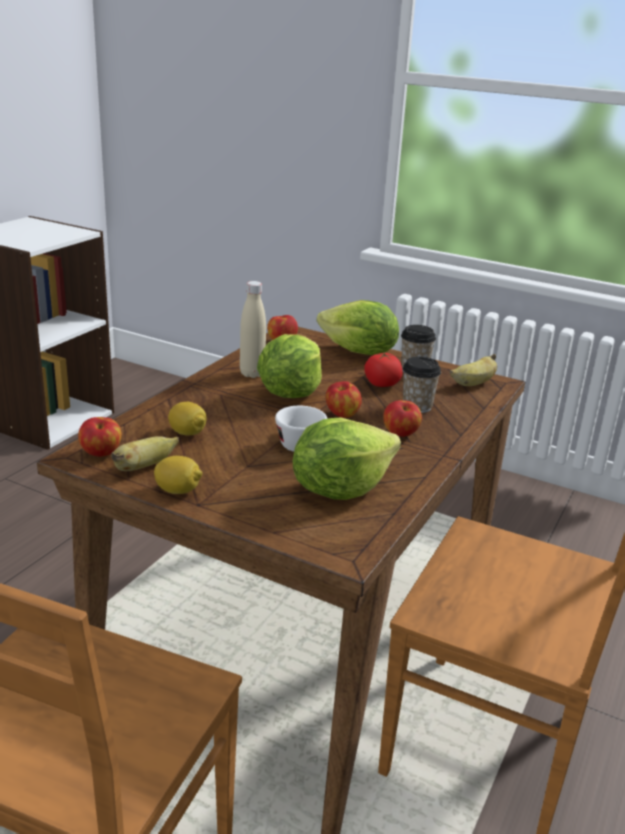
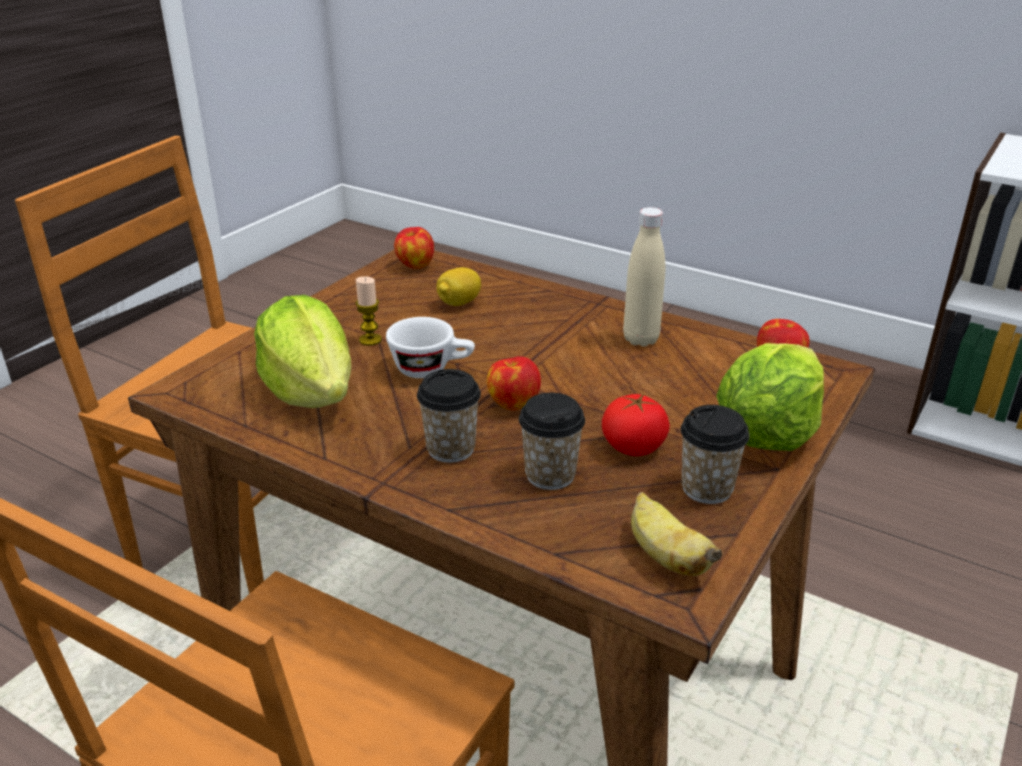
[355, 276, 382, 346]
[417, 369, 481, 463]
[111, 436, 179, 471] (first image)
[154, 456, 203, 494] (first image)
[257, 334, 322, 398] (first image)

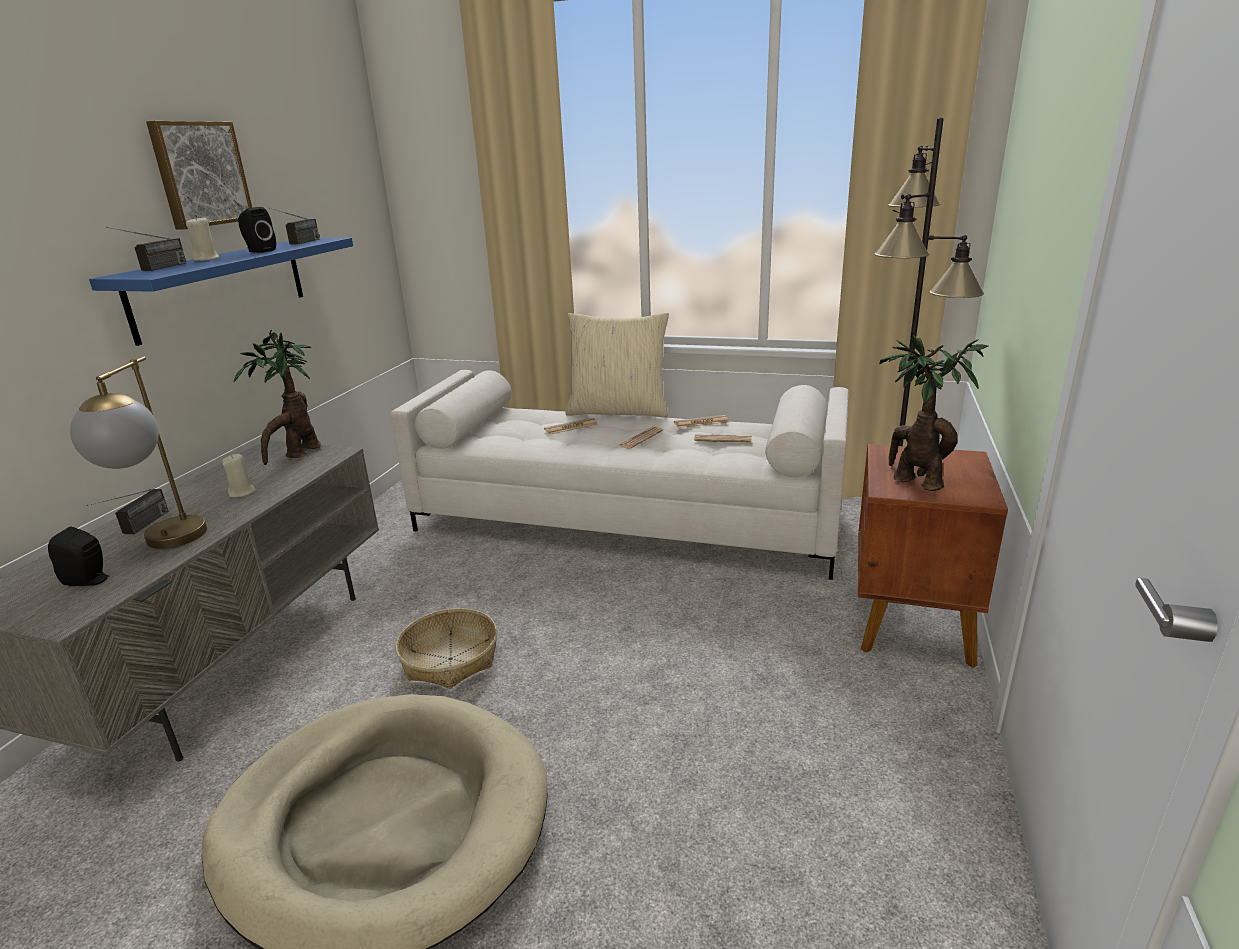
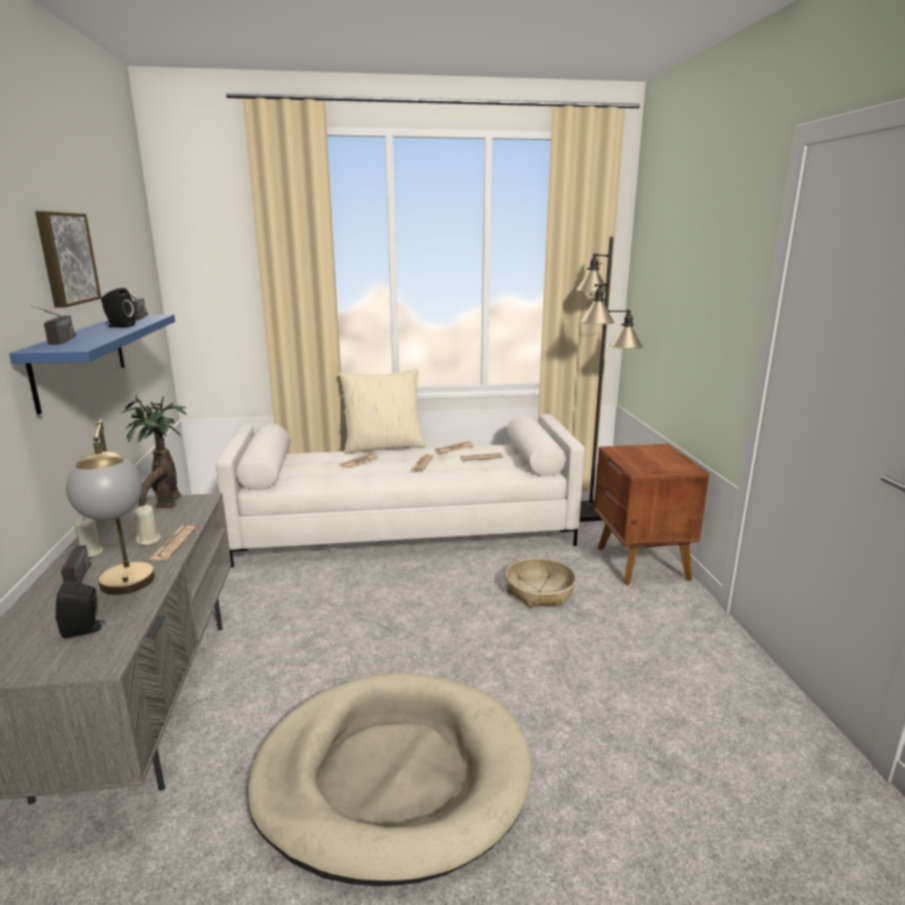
[75, 516, 104, 557]
[150, 525, 195, 560]
[505, 558, 576, 608]
[879, 335, 988, 491] (first image)

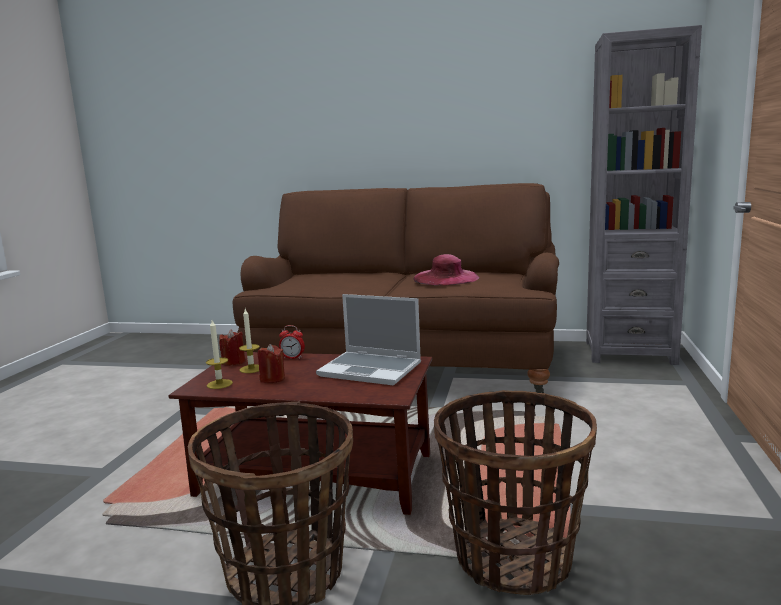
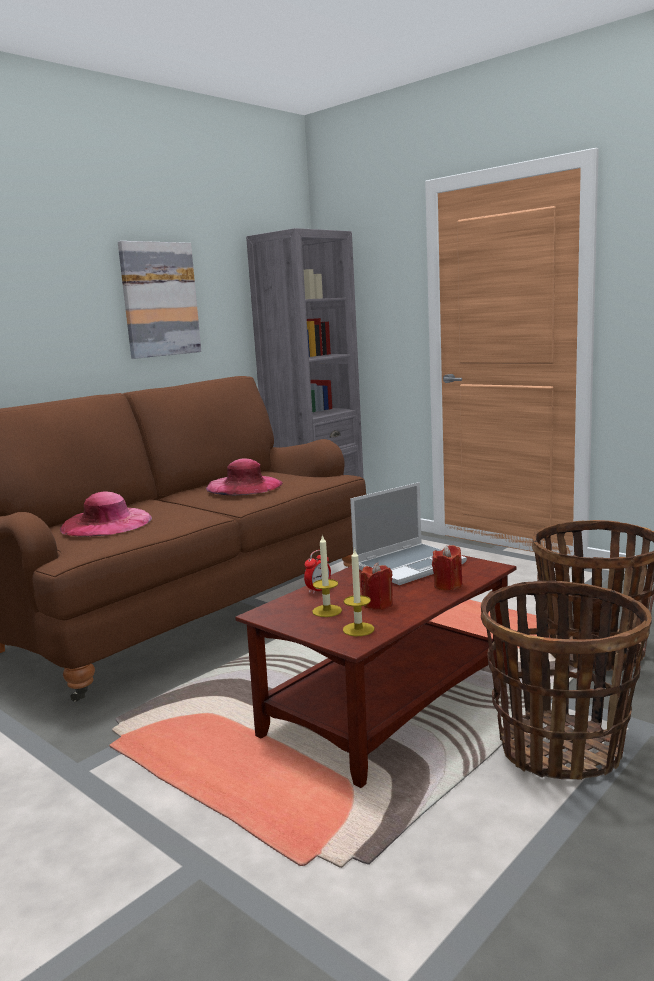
[60, 491, 152, 537]
[118, 241, 201, 359]
[432, 545, 463, 590]

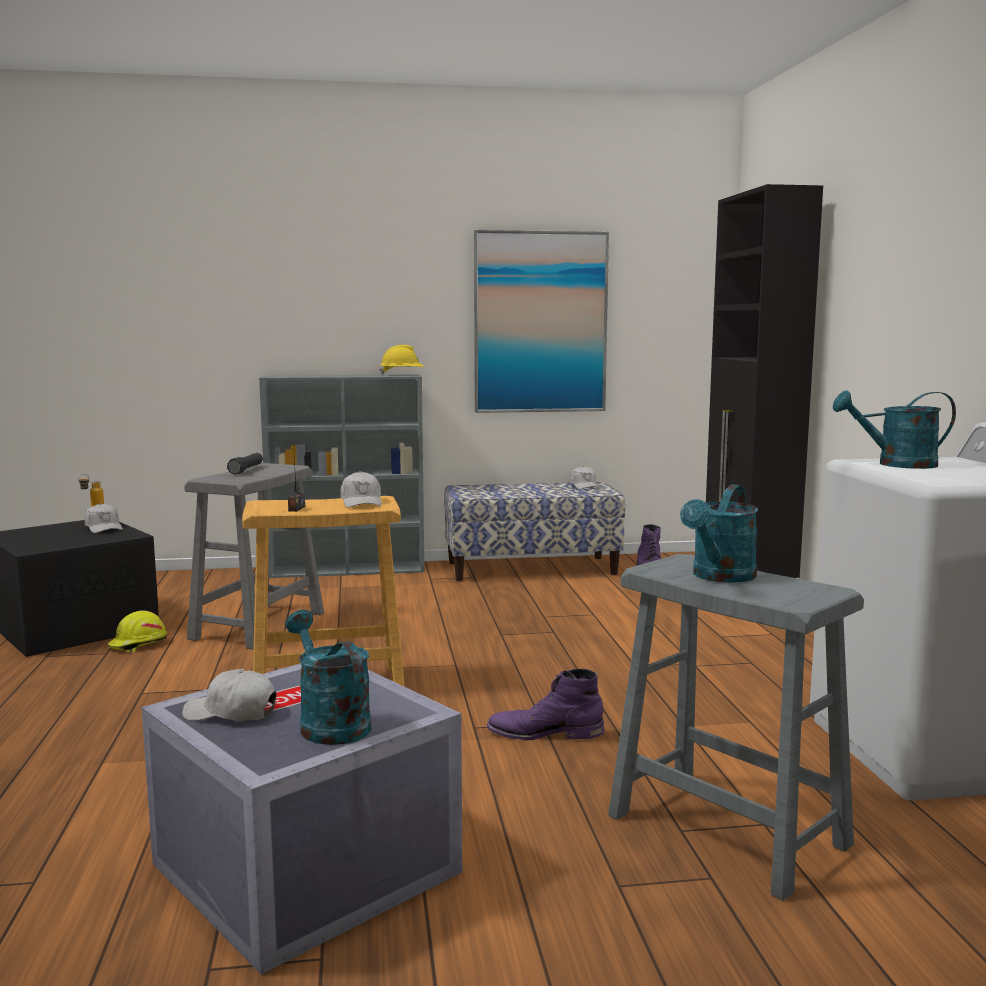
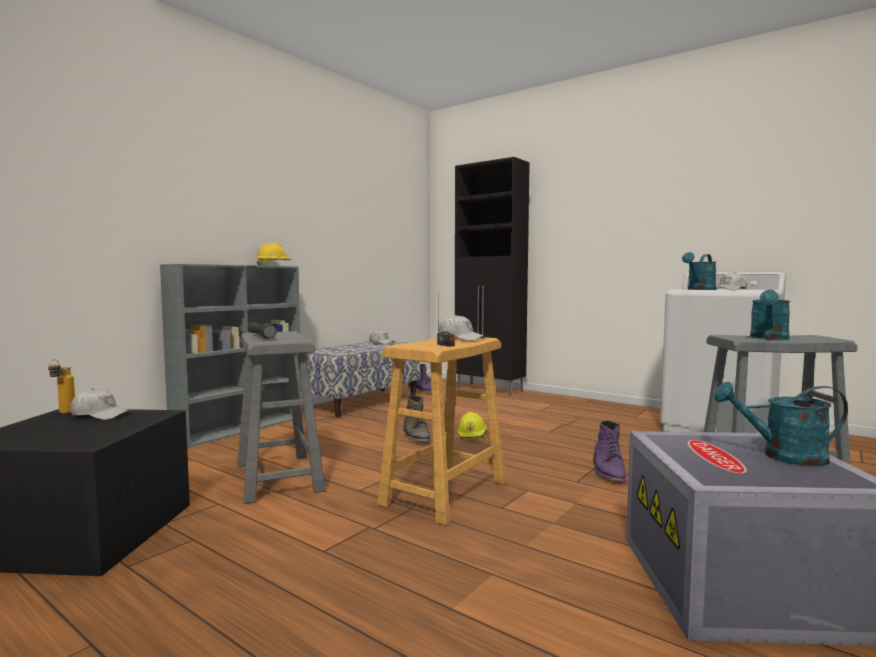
[403, 395, 431, 442]
[457, 412, 487, 439]
[593, 420, 627, 482]
[714, 272, 747, 290]
[750, 290, 791, 339]
[474, 230, 609, 413] (first image)

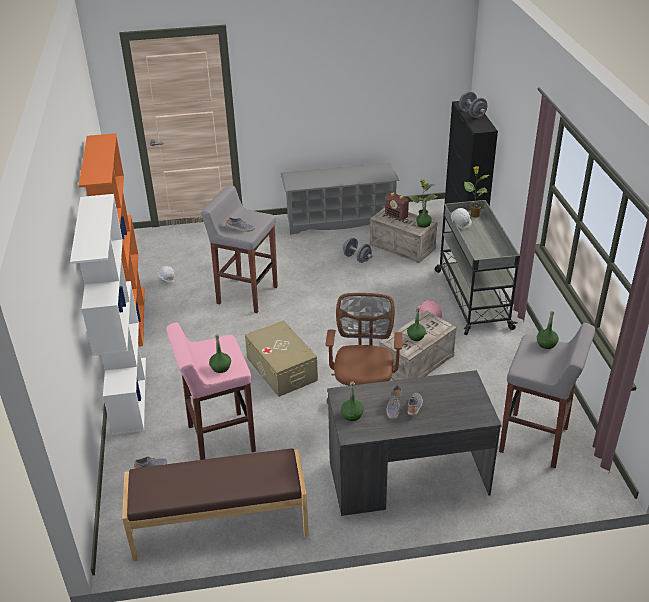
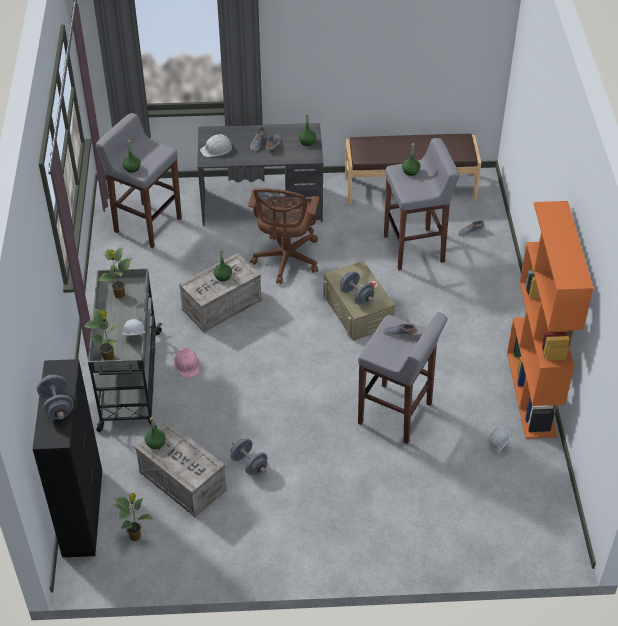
[98, 247, 132, 299]
[200, 134, 232, 157]
[340, 272, 374, 305]
[384, 138, 460, 270]
[70, 194, 146, 435] (first image)
[281, 163, 399, 235] (first image)
[385, 193, 409, 221] (first image)

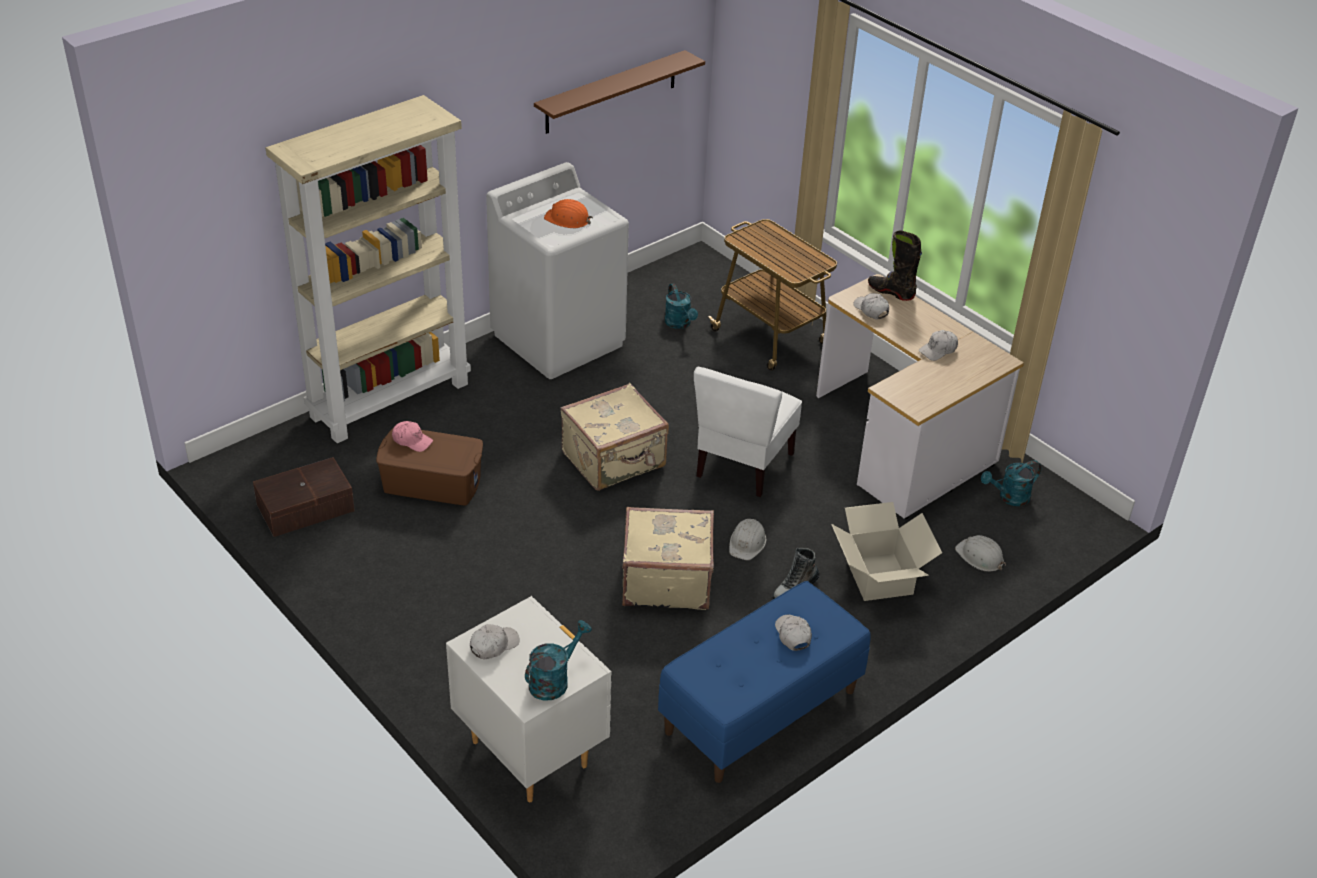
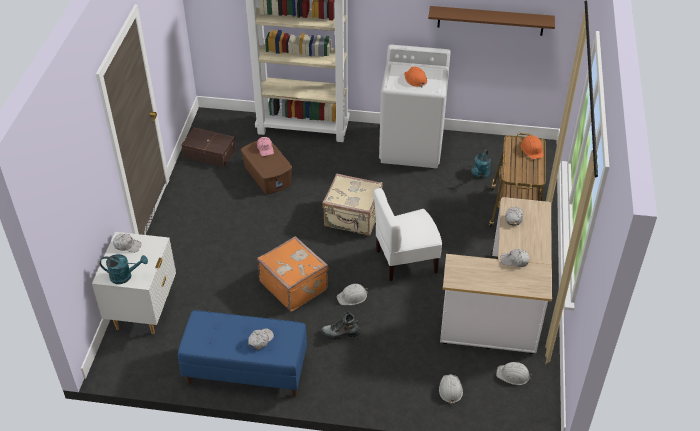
[257, 236, 329, 312]
[496, 362, 532, 385]
[521, 135, 543, 159]
[831, 502, 942, 601] (first image)
[868, 231, 922, 301] (first image)

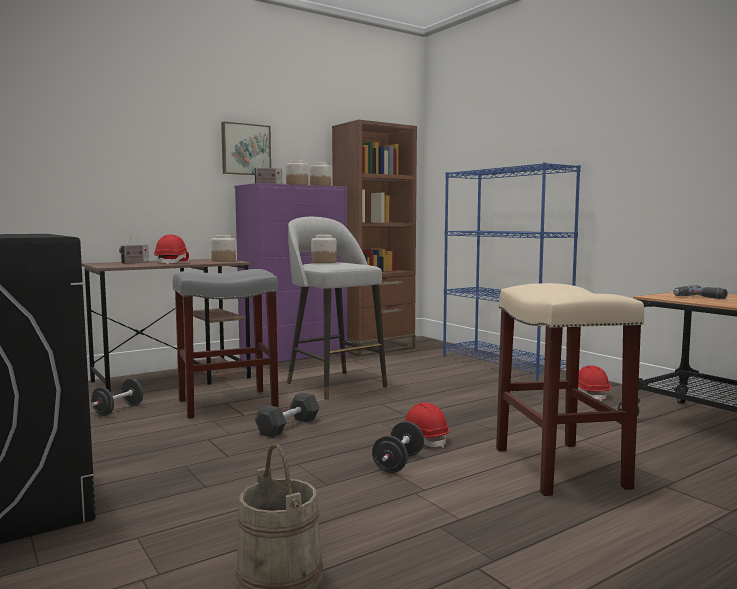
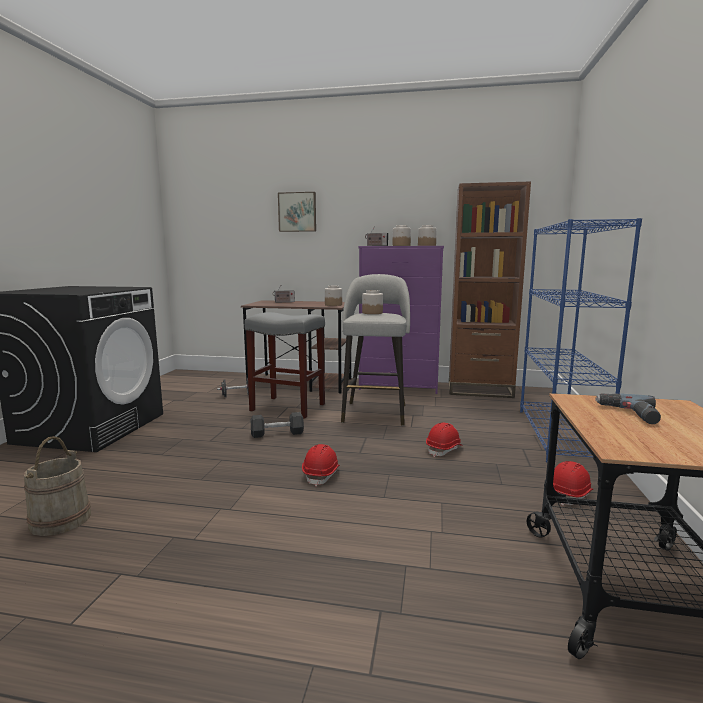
[278, 192, 316, 232]
[426, 422, 463, 457]
[372, 421, 424, 473] (first image)
[496, 283, 644, 496] (first image)

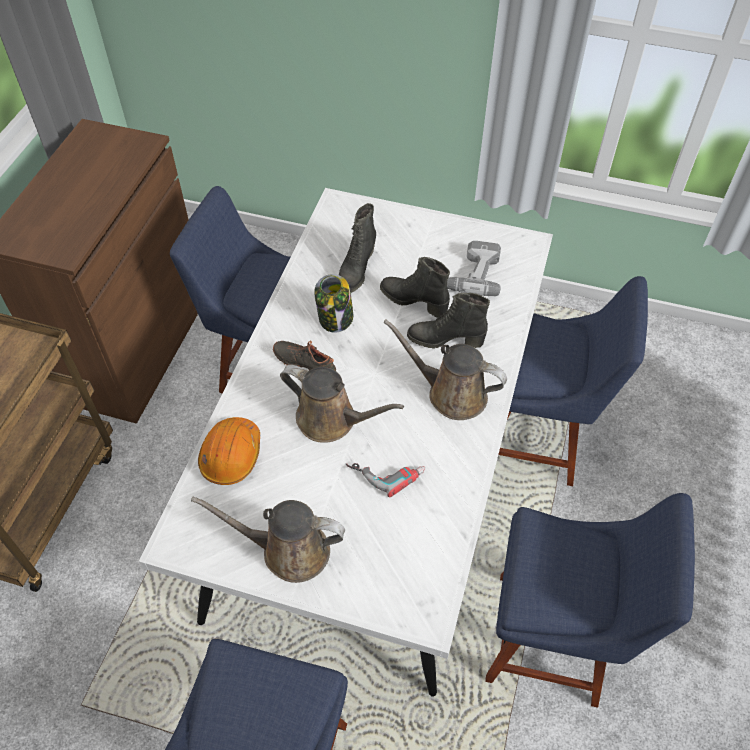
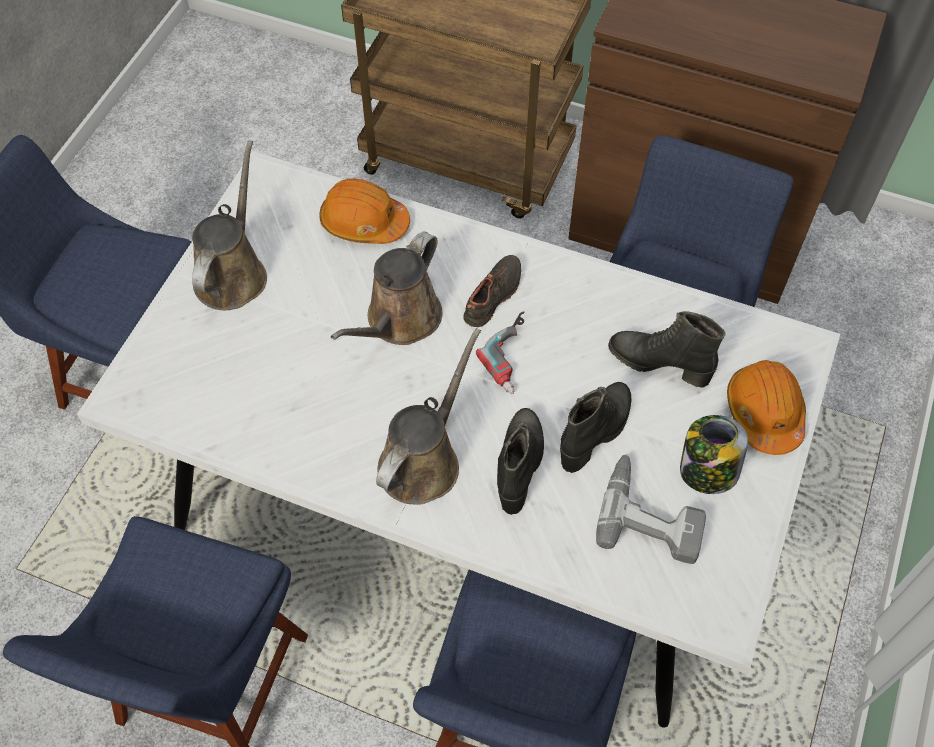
[476, 311, 525, 394]
[680, 415, 748, 494]
[727, 360, 806, 455]

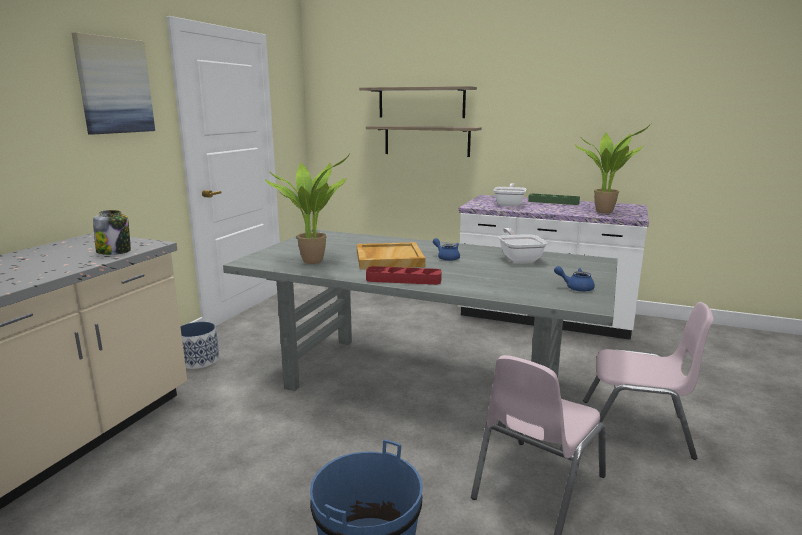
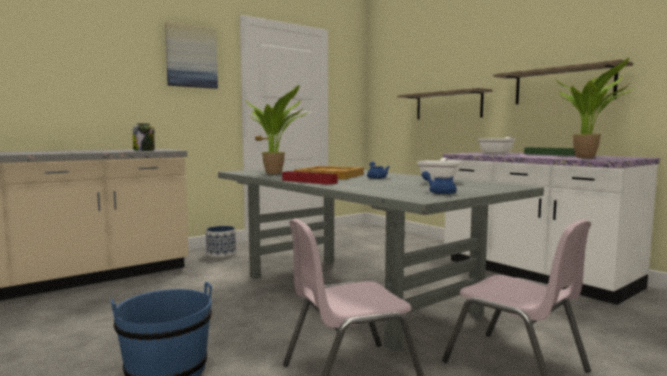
[493, 59, 633, 104]

